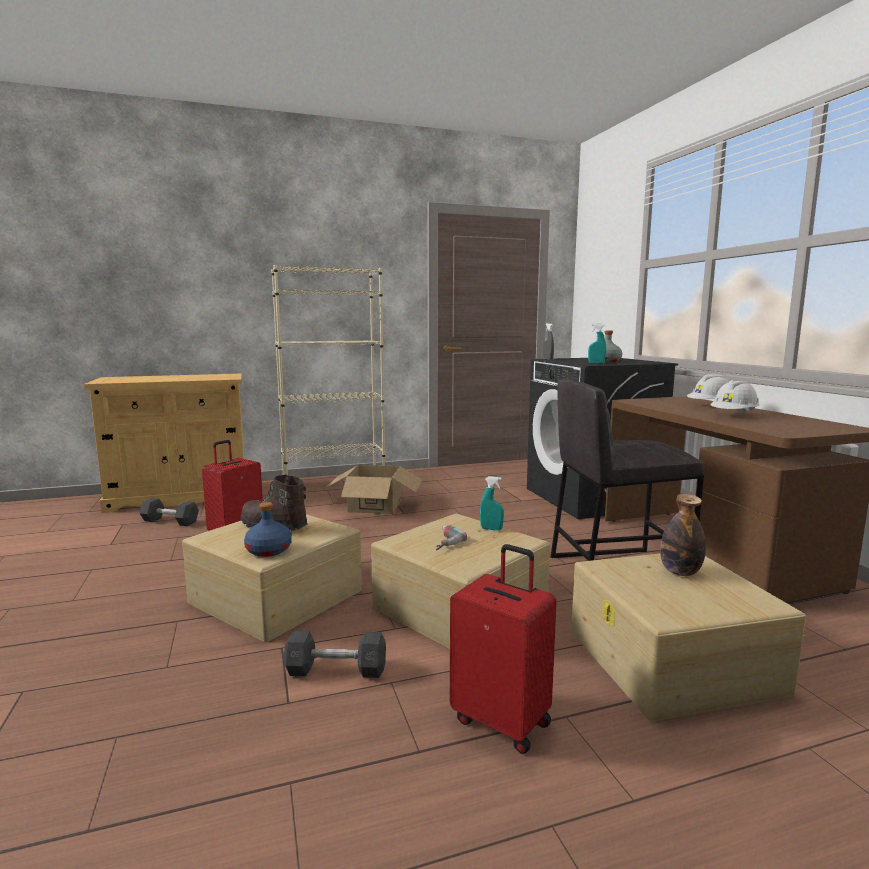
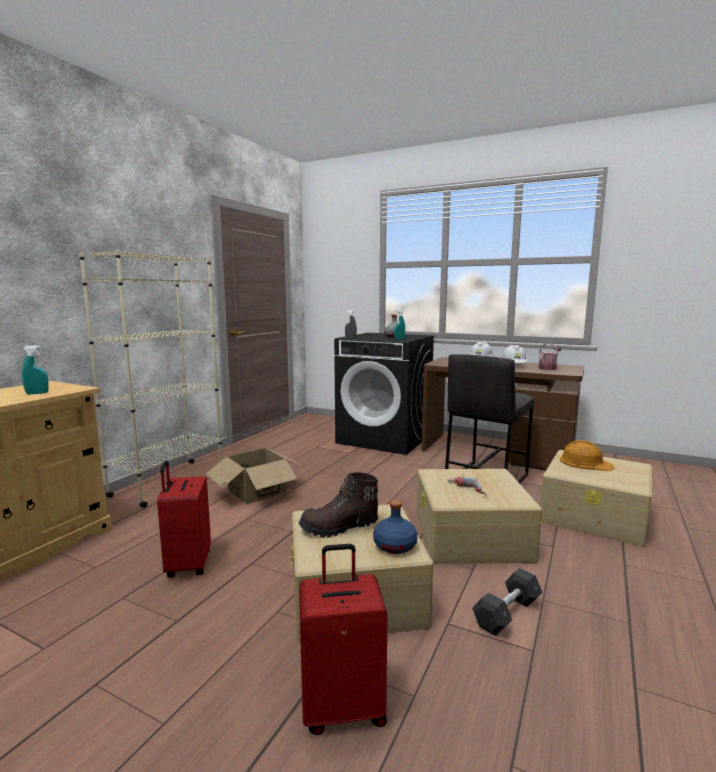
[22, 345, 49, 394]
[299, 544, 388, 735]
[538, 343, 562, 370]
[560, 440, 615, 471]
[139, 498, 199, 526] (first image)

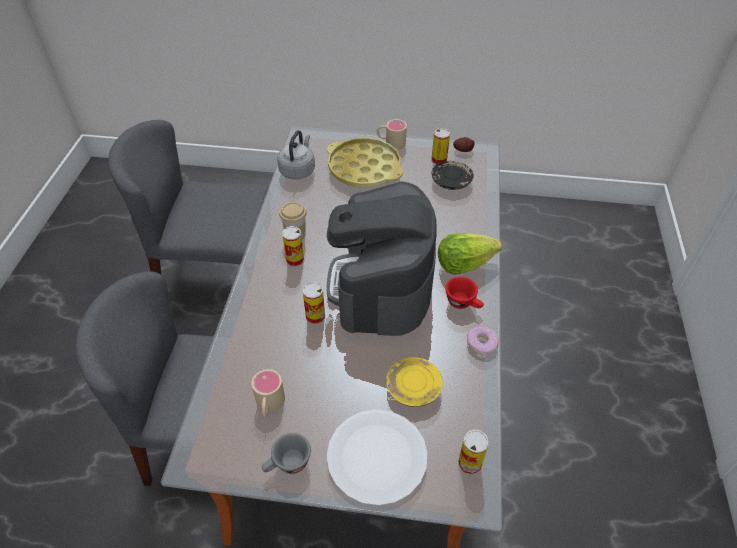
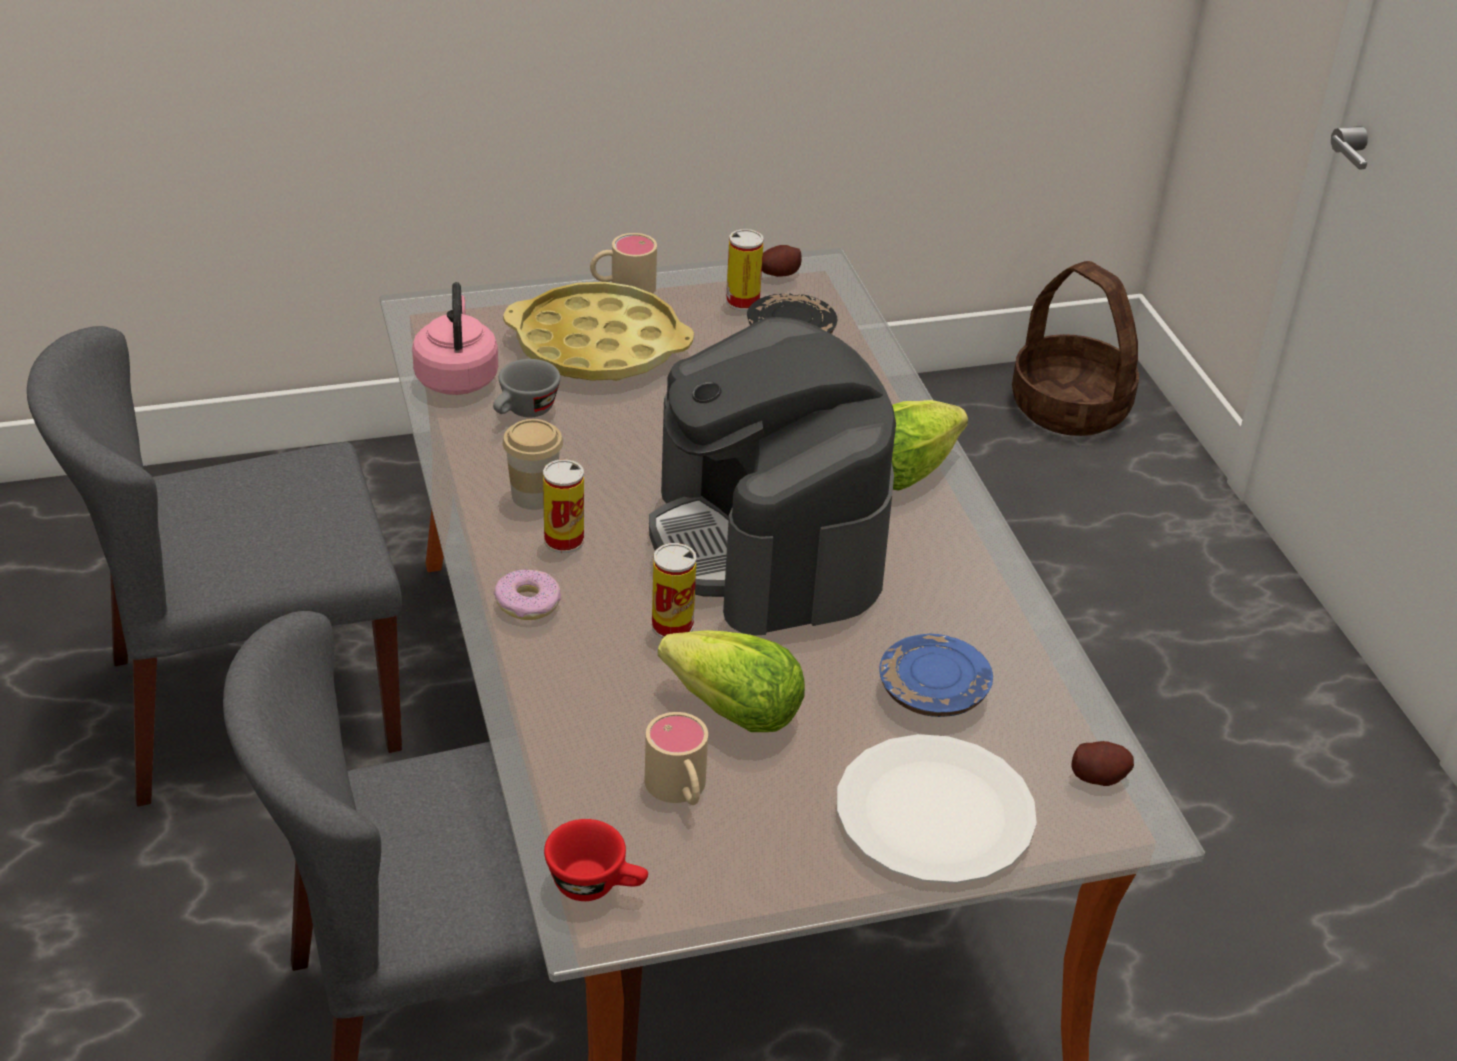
[412, 282, 498, 395]
[493, 359, 560, 417]
[494, 569, 561, 620]
[544, 819, 648, 901]
[658, 630, 805, 732]
[879, 634, 993, 717]
[1012, 261, 1139, 436]
[1071, 741, 1134, 786]

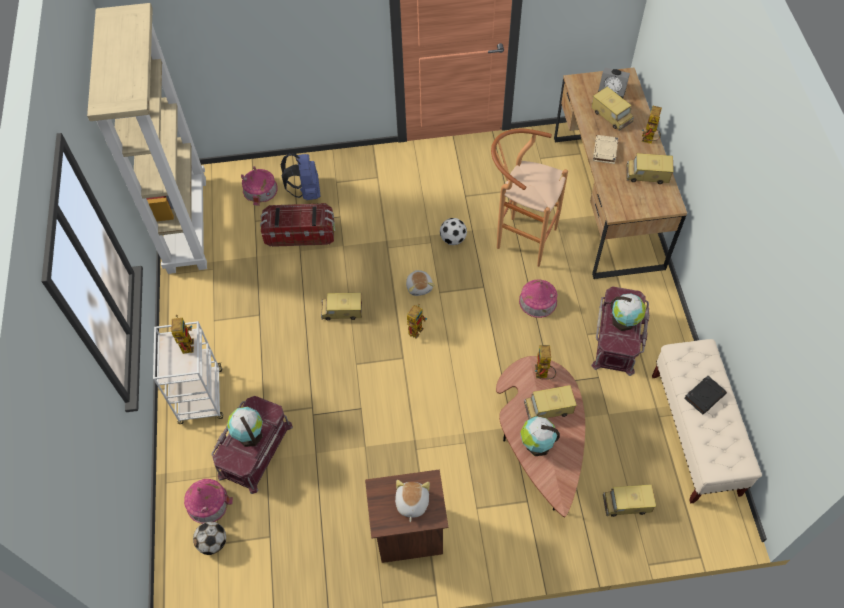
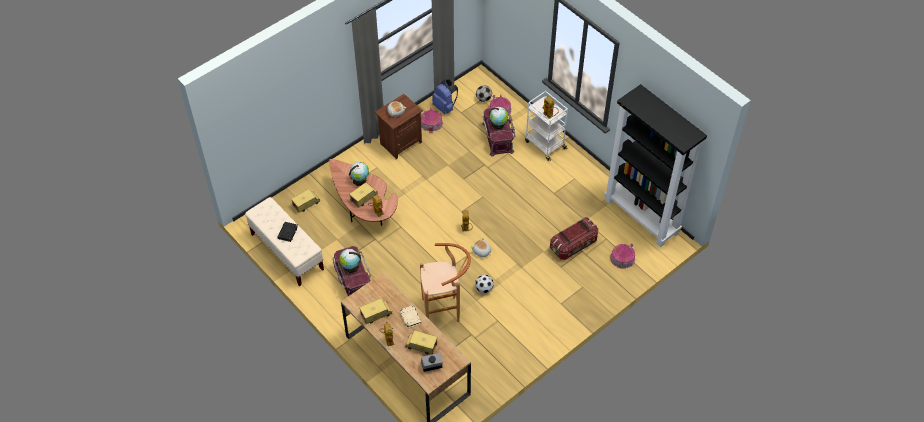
[421, 108, 443, 133]
[432, 80, 458, 114]
[604, 84, 707, 247]
[321, 293, 362, 320] (first image)

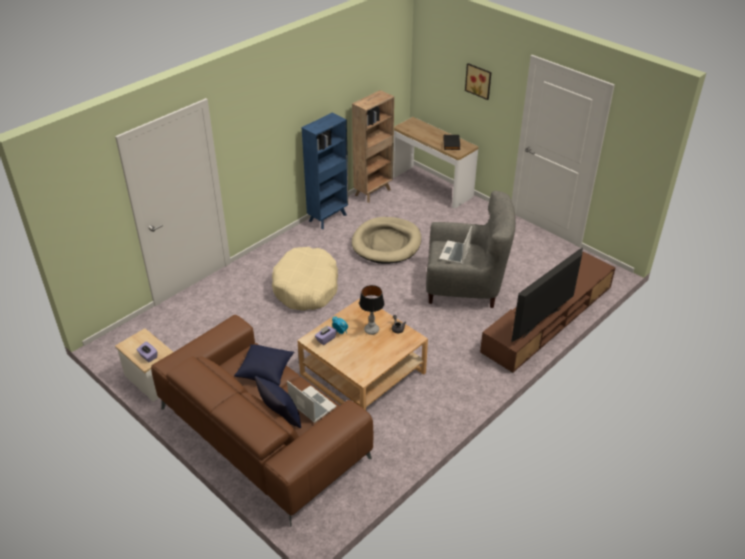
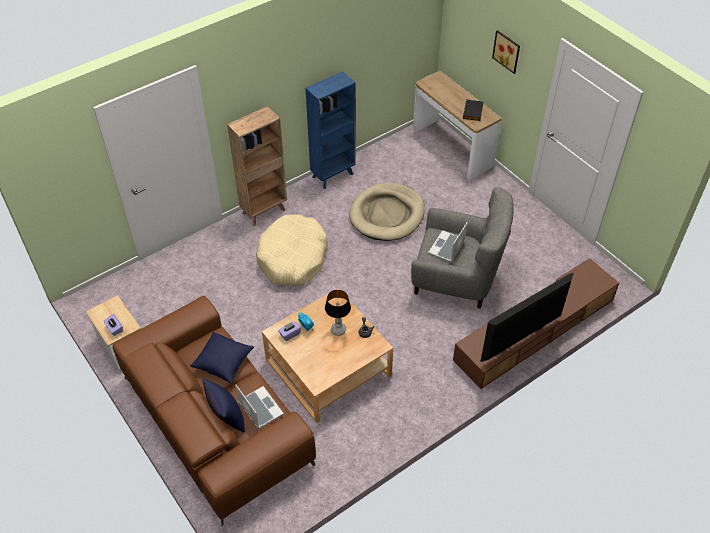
[227, 106, 287, 226]

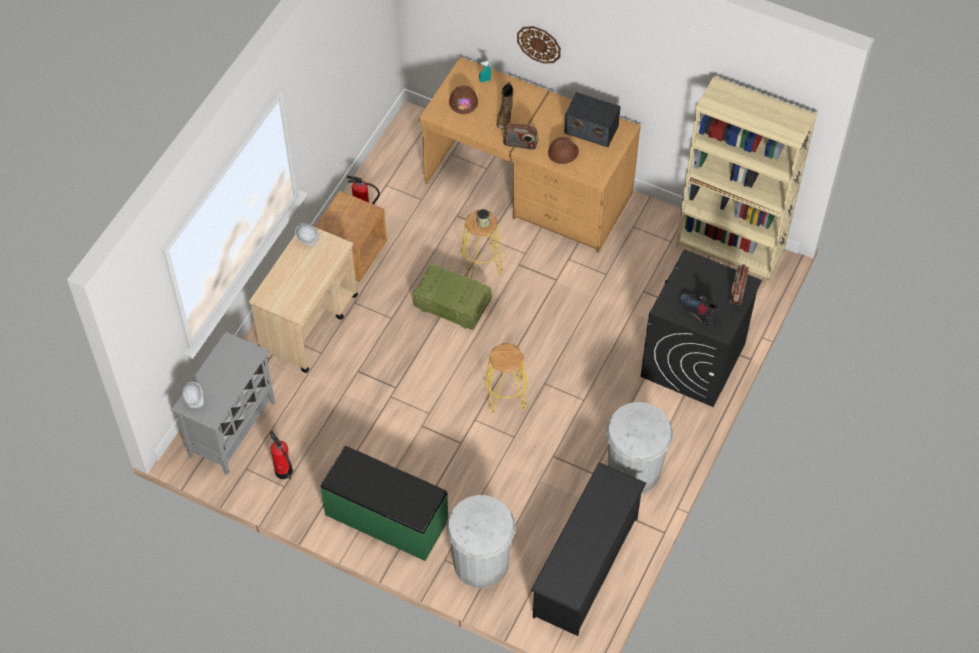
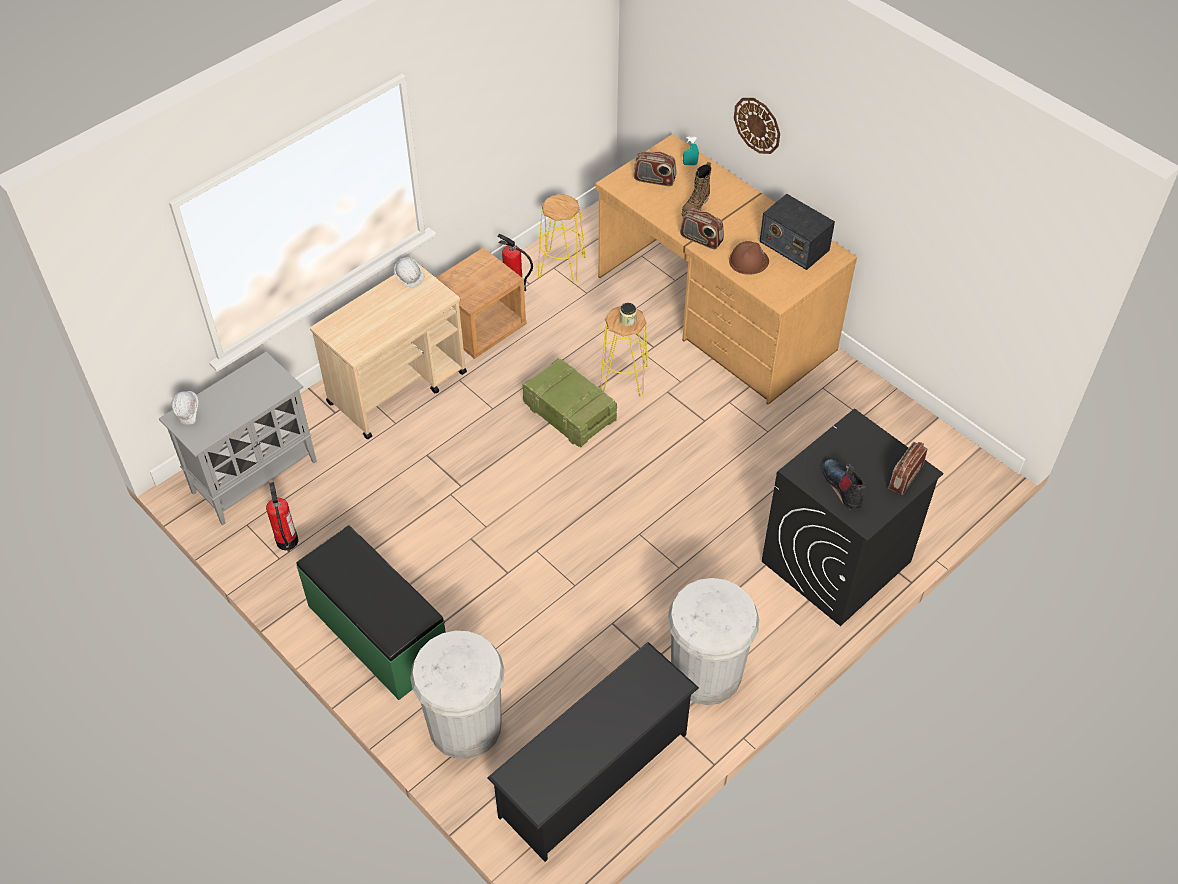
[538, 194, 586, 284]
[634, 151, 676, 186]
[676, 76, 817, 283] (first image)

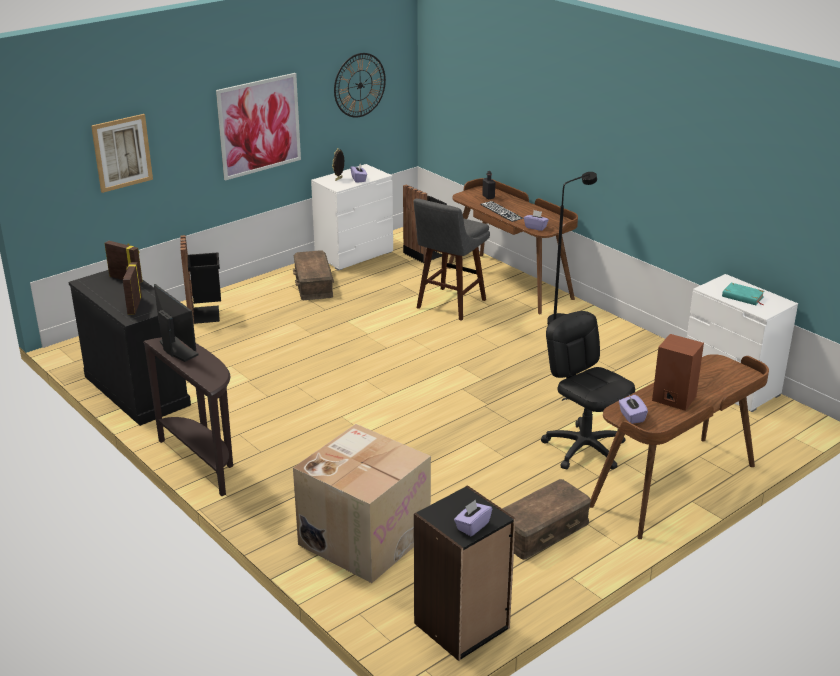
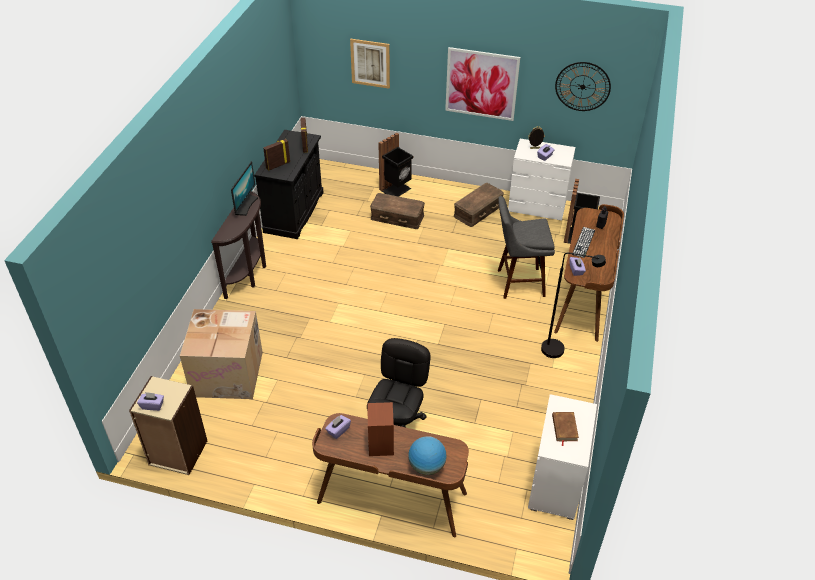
[129, 376, 207, 475]
[370, 193, 425, 229]
[408, 436, 447, 475]
[552, 412, 579, 446]

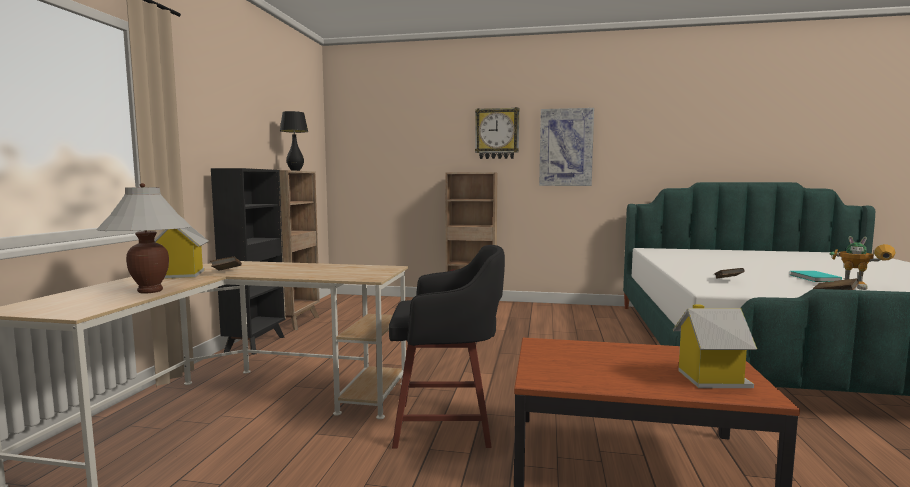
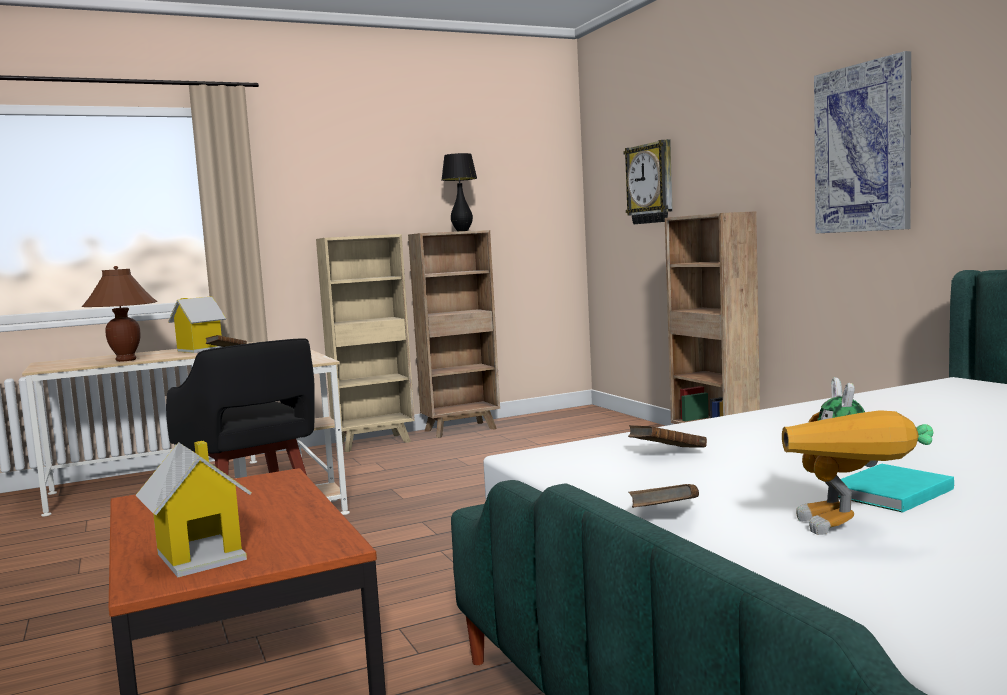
[81, 266, 158, 362]
[316, 234, 415, 452]
[624, 139, 673, 224]

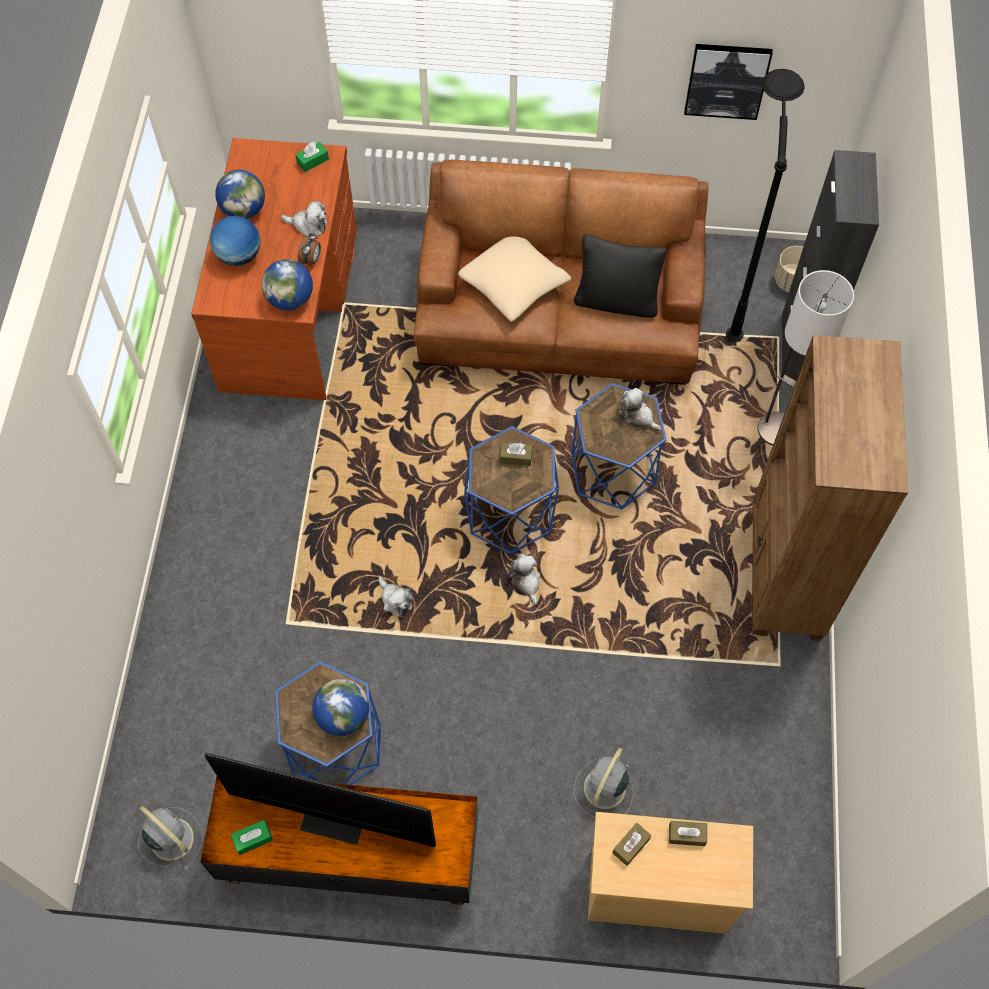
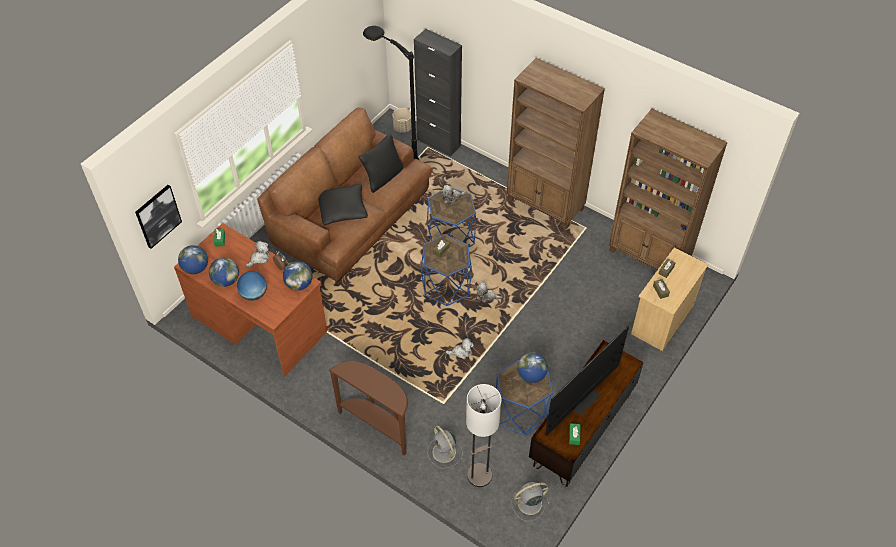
[135, 185, 182, 249]
[178, 245, 208, 274]
[318, 184, 368, 225]
[329, 361, 408, 456]
[427, 426, 463, 469]
[466, 384, 501, 487]
[609, 109, 728, 270]

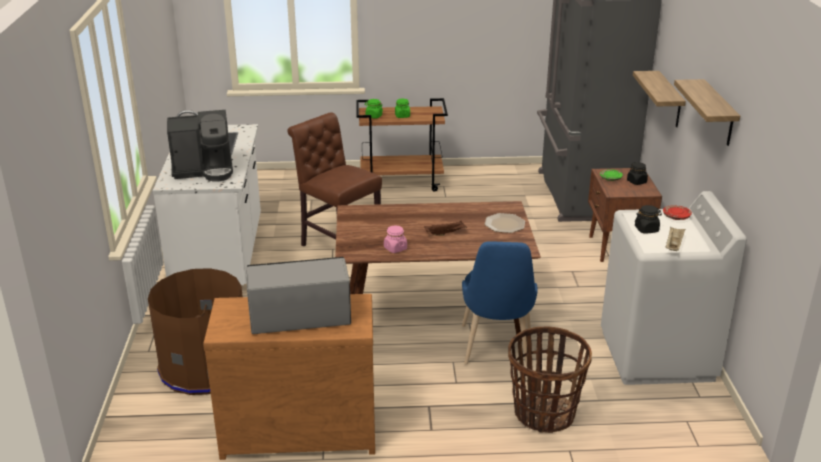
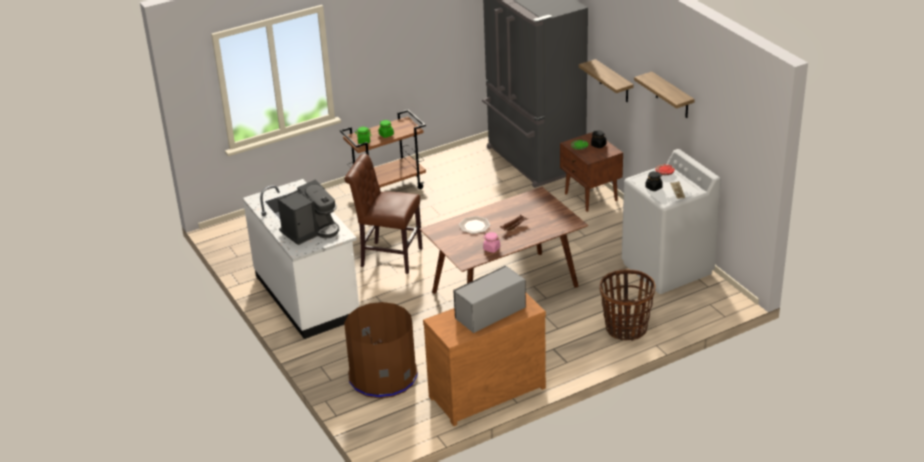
[459, 216, 490, 234]
[462, 241, 538, 367] (first image)

